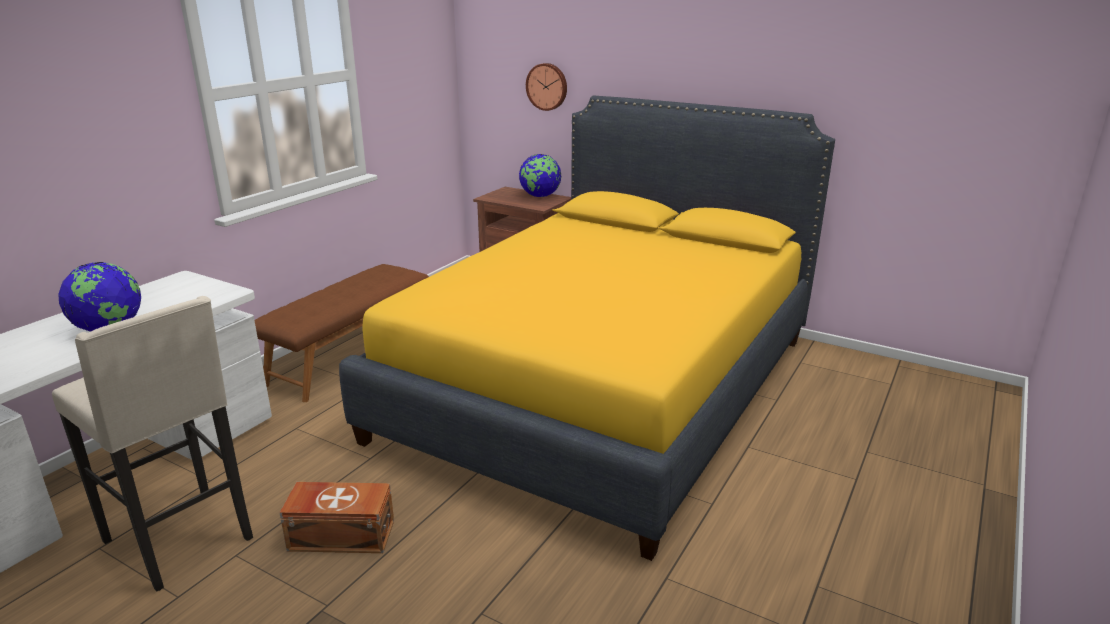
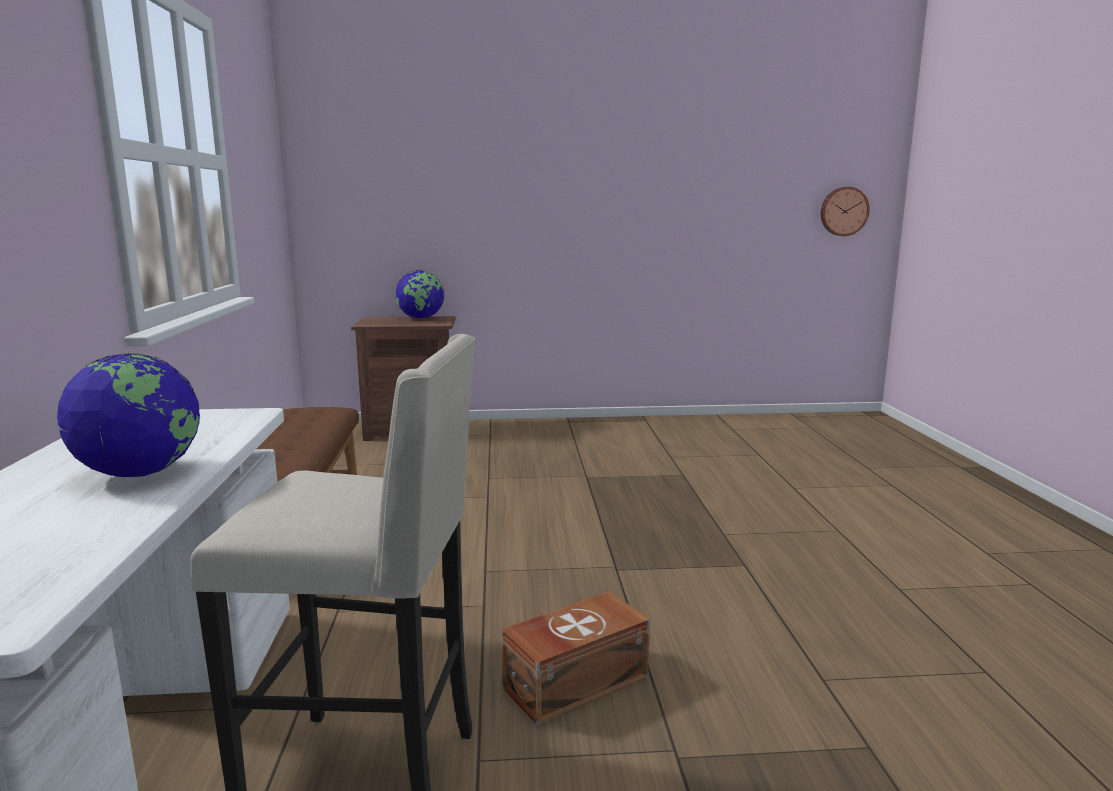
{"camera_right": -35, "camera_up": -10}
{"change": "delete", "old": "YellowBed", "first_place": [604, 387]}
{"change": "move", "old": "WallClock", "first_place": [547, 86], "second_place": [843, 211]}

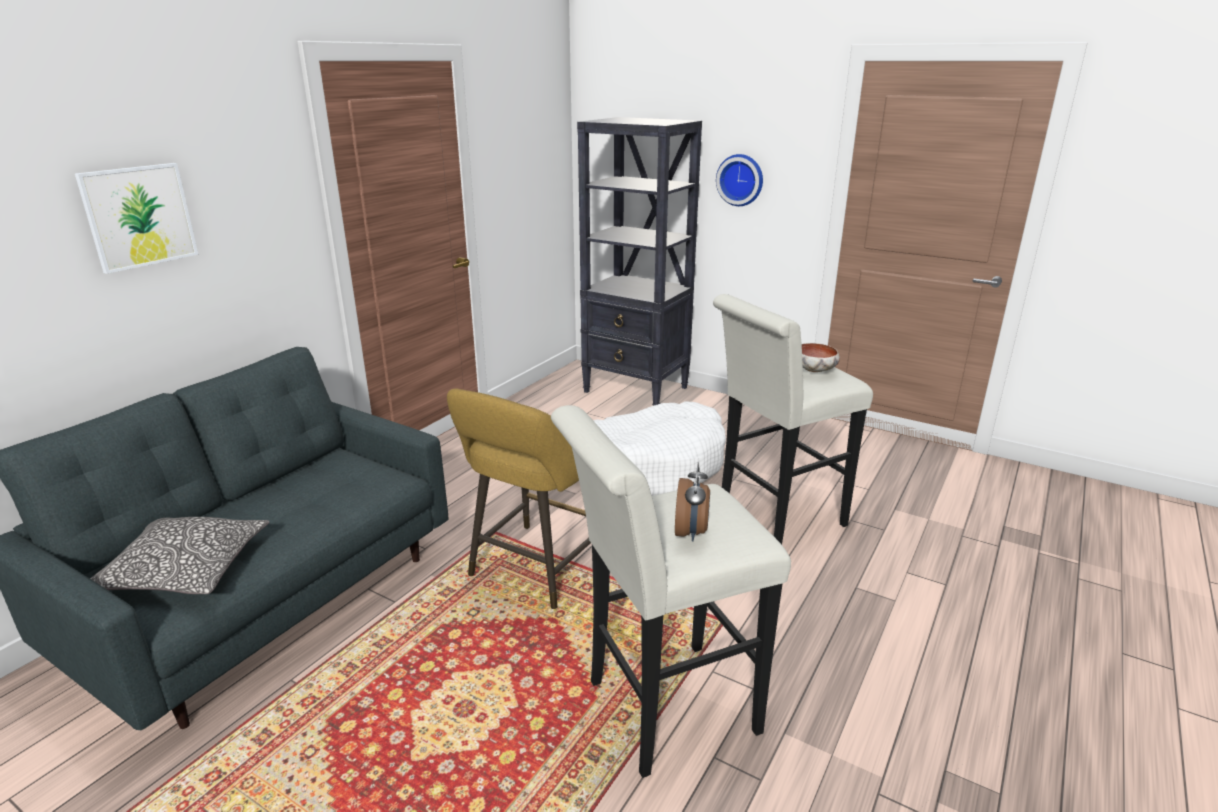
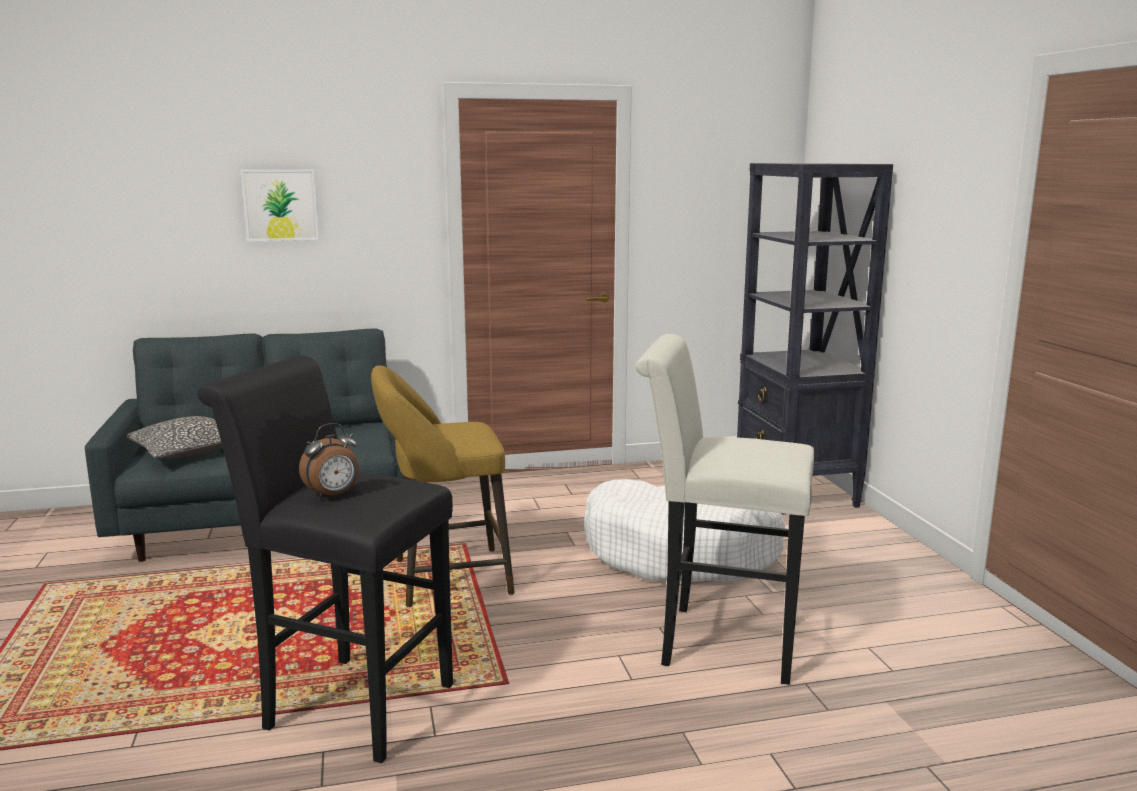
{"camera_right": 45, "camera_up": -10}
{"change": "delete", "old": "WallClock", "first_place": [740, 180]}
{"change": "delete", "old": "Bowl", "first_place": [815, 370]}
{"change": "recolor", "old": "WhiteStool", "new": "BlackStool", "first_place": [660, 710], "second_place": [348, 703]}

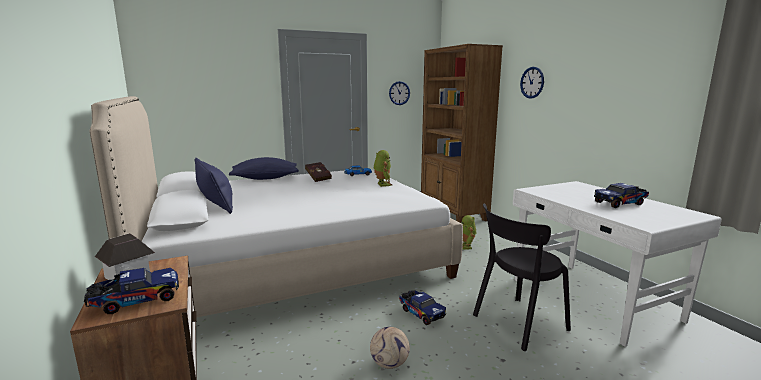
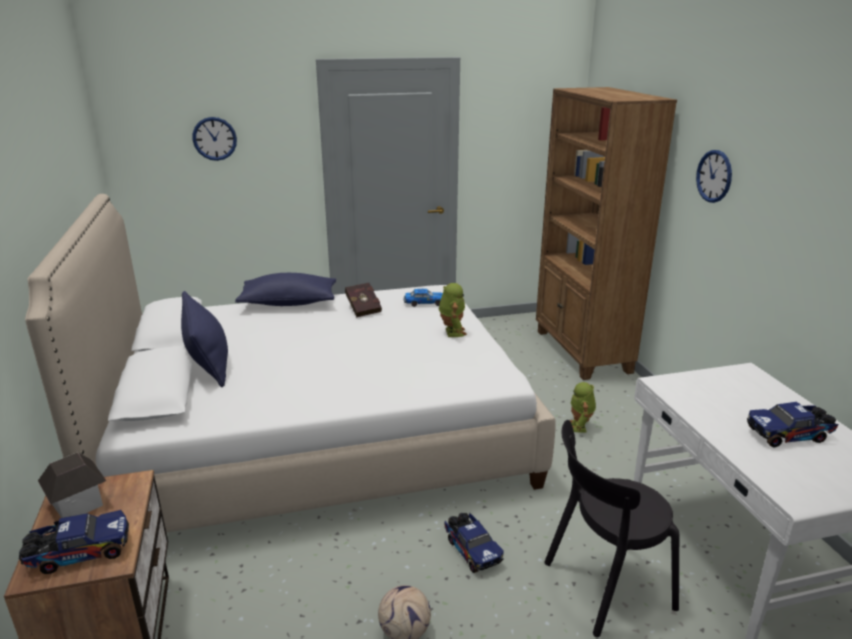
{"camera_right": 10, "camera_up": 10}
{"change": "move", "old": "WallClock", "first_place": [399, 93], "second_place": [214, 138]}

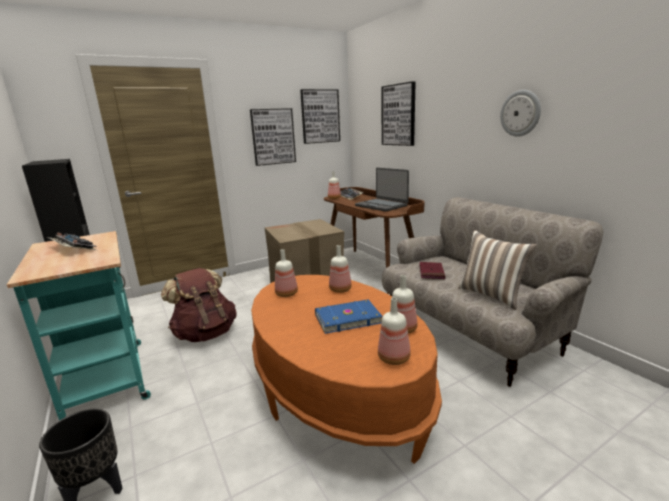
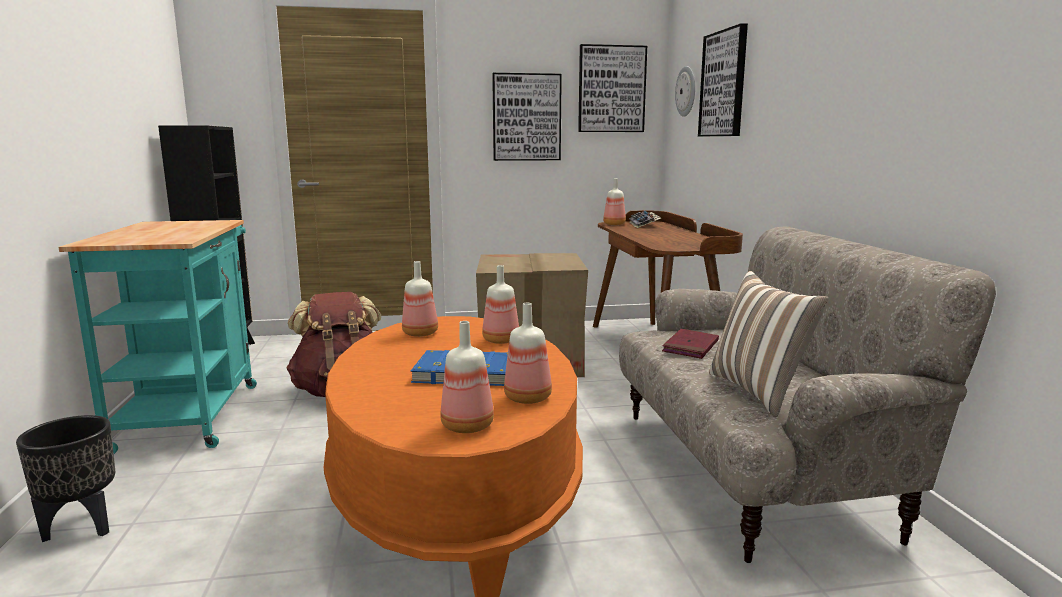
{"camera_right": 20, "camera_up": -5}
{"change": "delete", "old": "Keyboard", "first_place": [72, 248]}
{"change": "delete", "old": "Laptop", "first_place": [381, 205]}
{"change": "move", "old": "WallClock", "first_place": [520, 113], "second_place": [686, 91]}

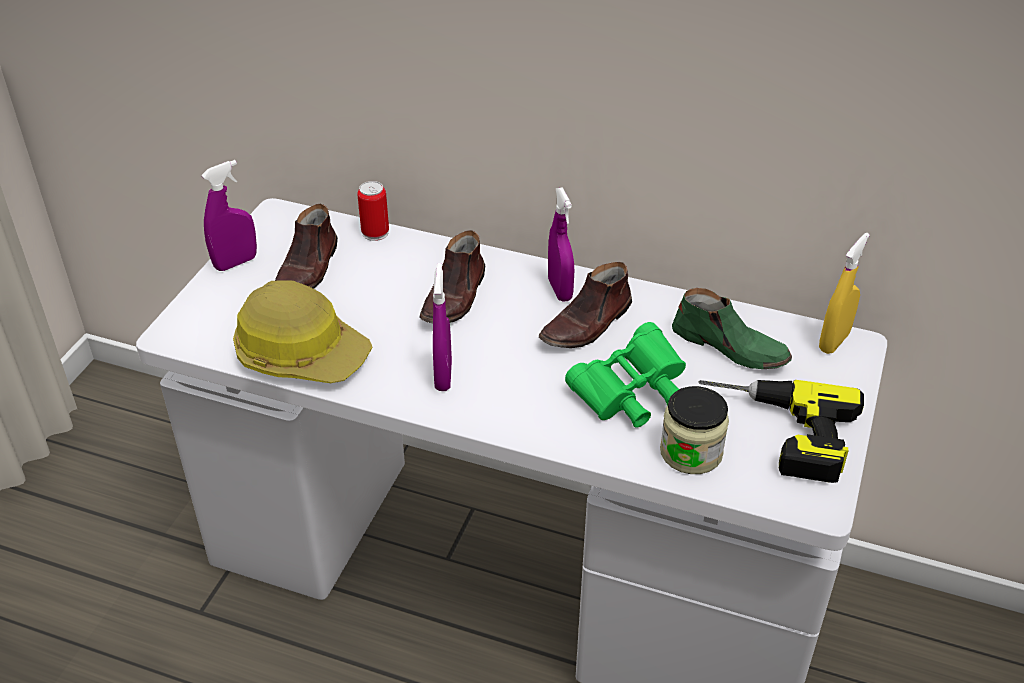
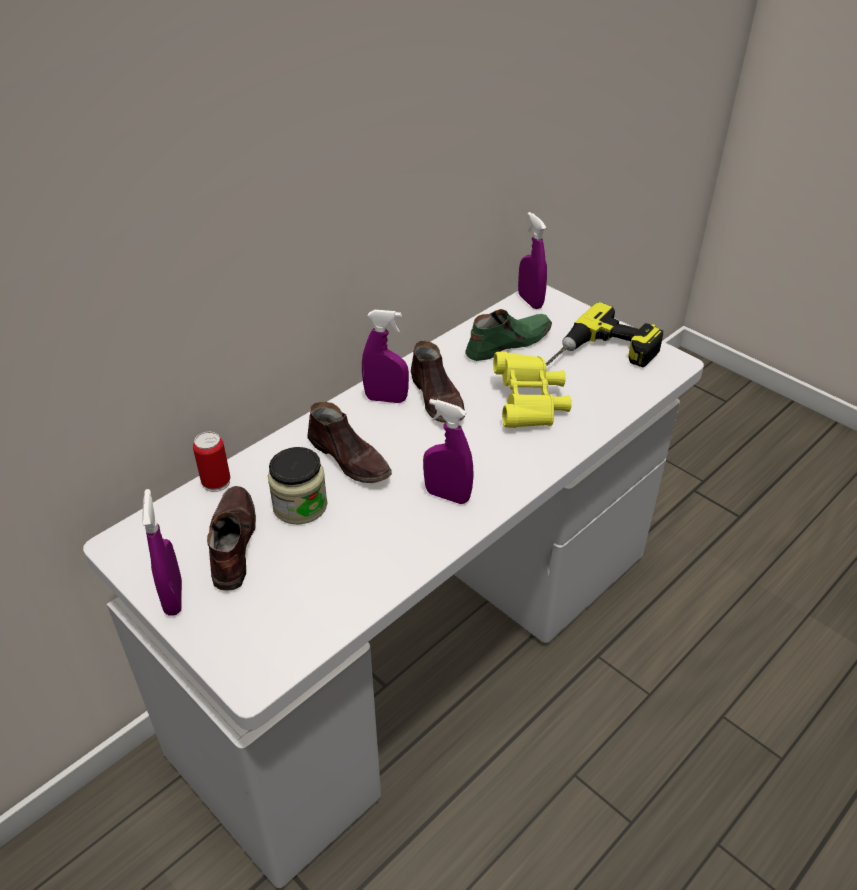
{"camera_right": -65, "camera_up": 0}
{"change": "delete", "old": "HardHat", "first_place": [301, 353]}
{"change": "move", "old": "Jar", "first_place": [691, 452], "second_place": [300, 505]}
{"change": "recolor", "old": "GreenBinoculars", "new": "YellowBinoculars", "first_place": [630, 395], "second_place": [529, 404]}
{"change": "recolor", "old": "YellowSprayBottle", "new": "PurpleSprayBottle", "first_place": [834, 341], "second_place": [530, 301]}
{"change": "rotate", "old": "BrownShoe", "first_place": [308, 269], "second_place": [232, 543], "degrees": -135}

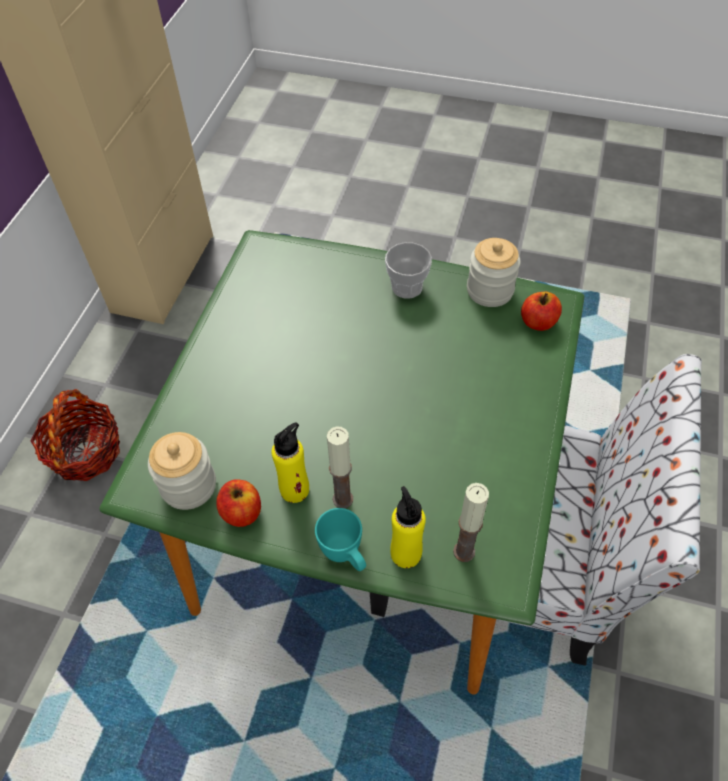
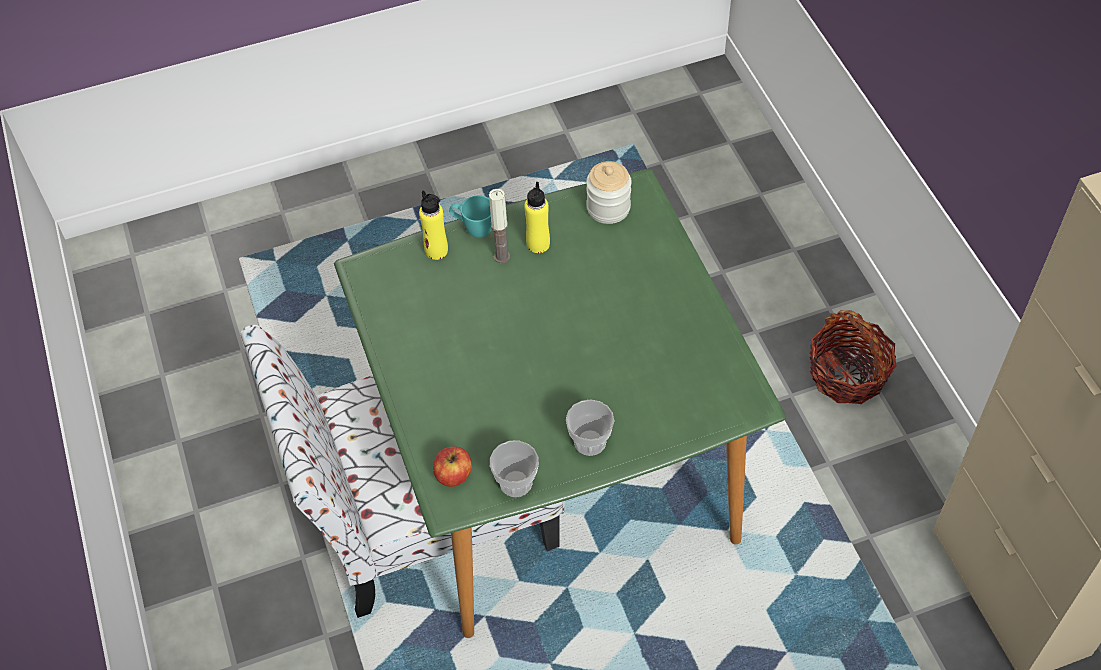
{"camera_right": 145, "camera_up": 0}
{"change": "delete", "old": "Apple", "first_place": [241, 512]}
{"change": "delete", "old": "Candle", "first_place": [464, 551]}
{"change": "replace", "old": "Jar", "new": "Cup", "first_place": [490, 290], "second_place": [516, 482]}

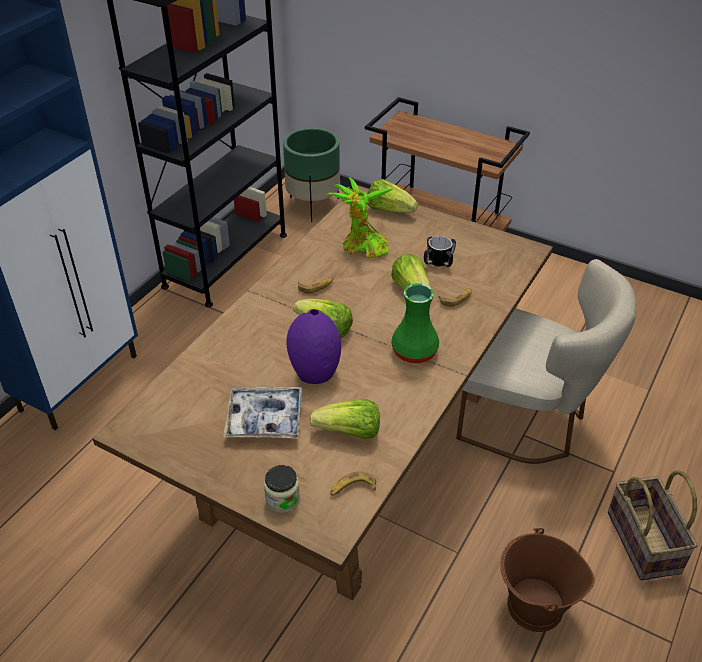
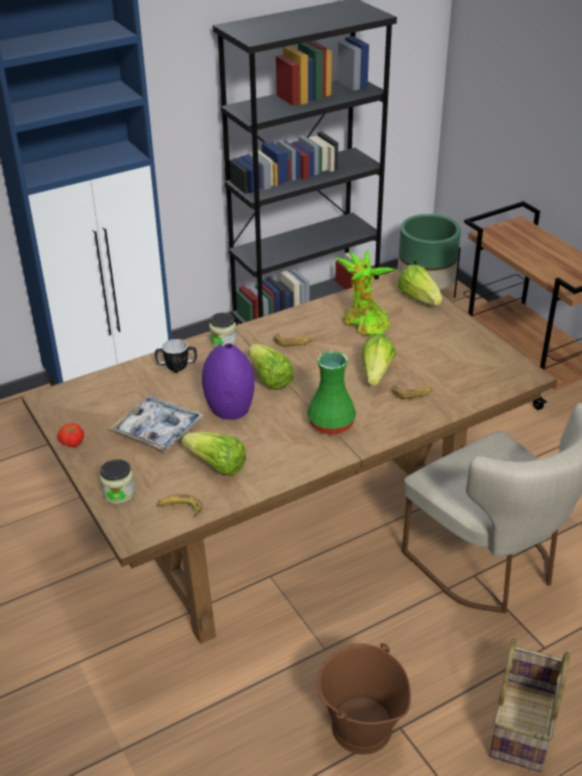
{"camera_right": 30, "camera_up": -5}
{"change": "insert", "new": "Tomato", "second_place": [72, 442]}
{"change": "insert", "new": "Jar", "second_place": [223, 342]}
{"change": "move", "old": "Mug", "first_place": [438, 261], "second_place": [177, 366]}

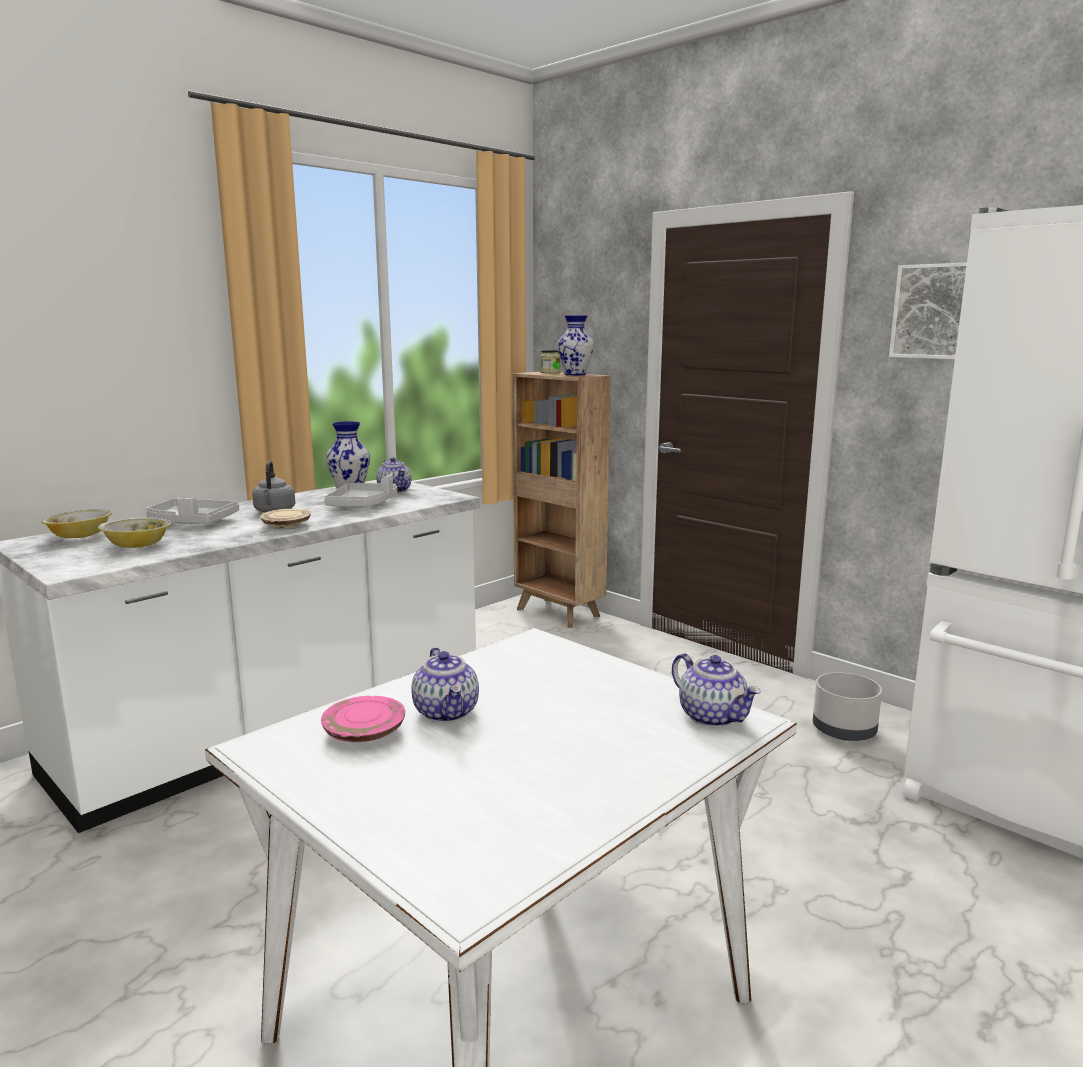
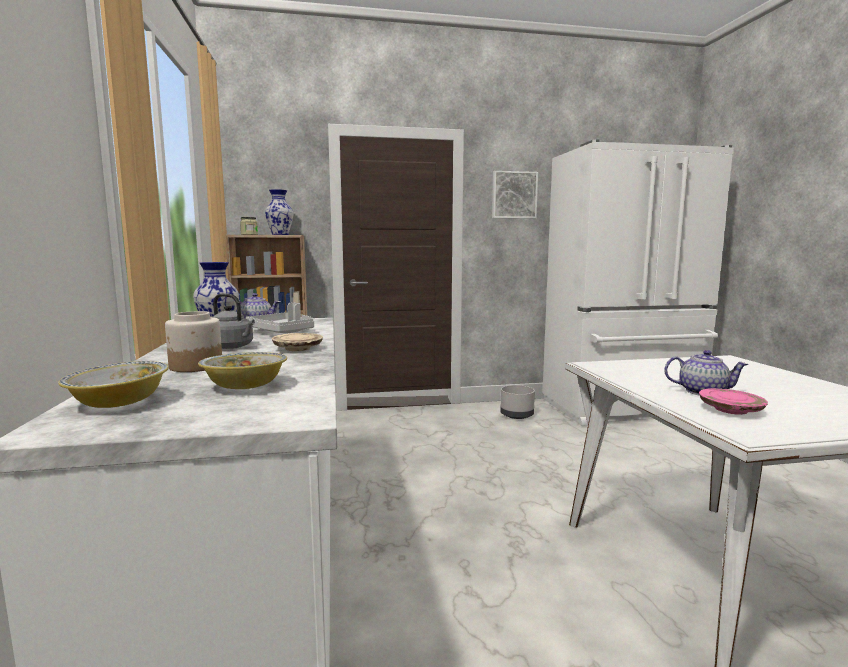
{"camera_right": -55, "camera_up": -5}
{"change": "delete", "old": "Teapot", "first_place": [713, 716]}
{"change": "replace", "old": "GreyTray", "new": "Jar", "first_place": [192, 522], "second_place": [196, 366]}

